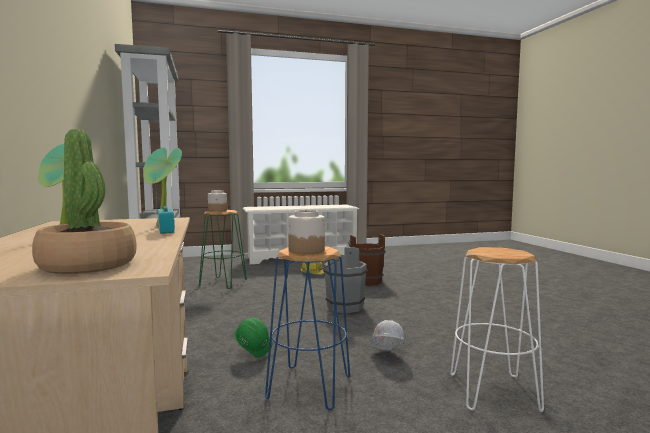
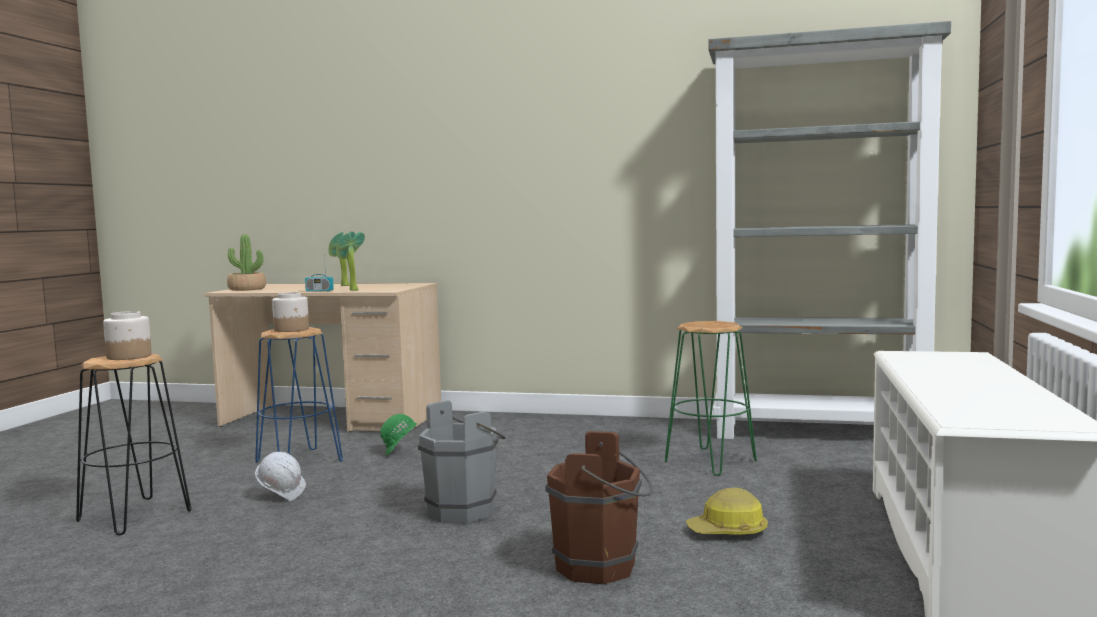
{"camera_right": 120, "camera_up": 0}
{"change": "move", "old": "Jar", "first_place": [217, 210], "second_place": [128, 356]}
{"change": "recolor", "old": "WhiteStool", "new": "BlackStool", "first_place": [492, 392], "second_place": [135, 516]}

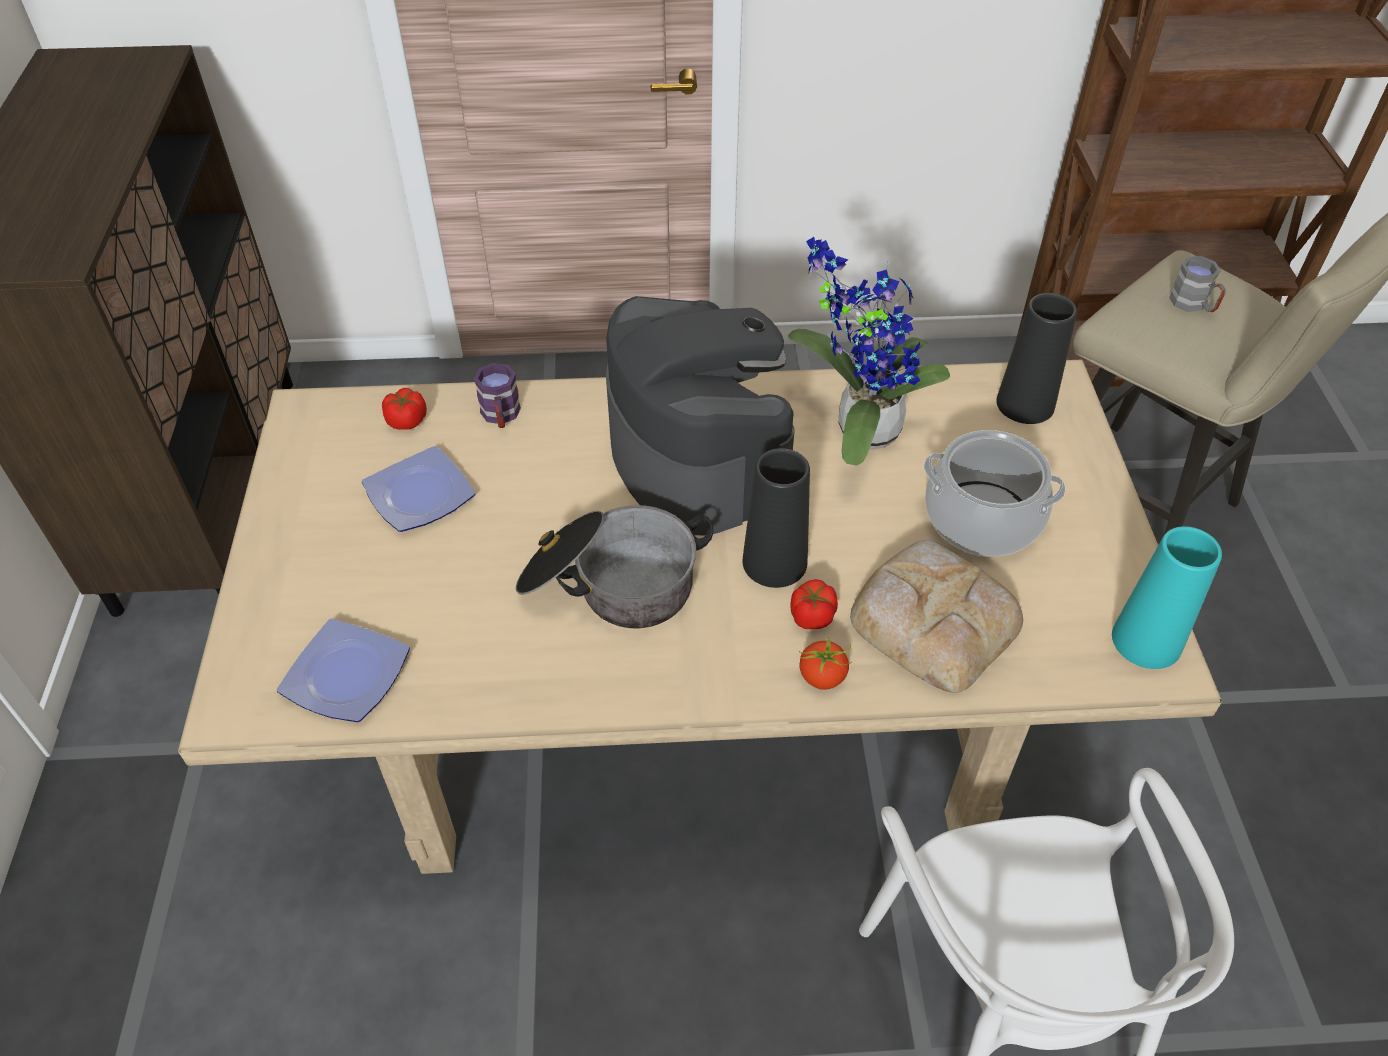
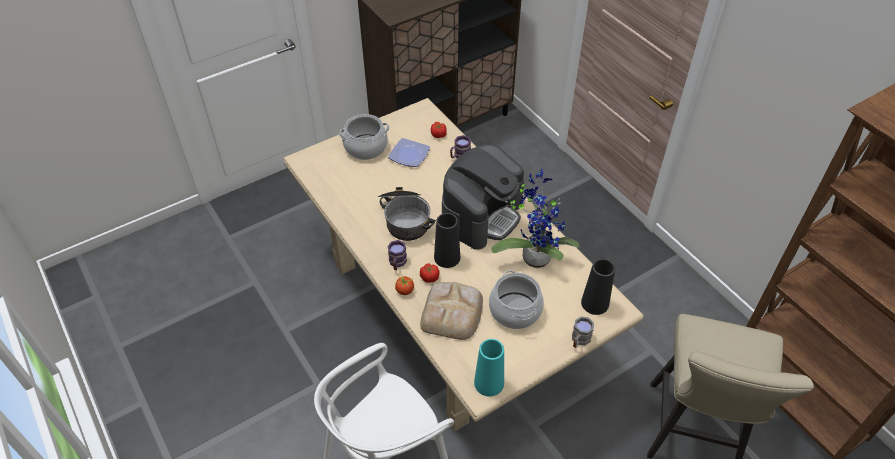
{"camera_right": 60, "camera_up": 0}
{"change": "delete", "old": "Plate", "first_place": [346, 673]}
{"change": "insert", "new": "CookingPot", "second_place": [365, 147]}
{"change": "insert", "new": "PurpleMug", "second_place": [397, 263]}
{"change": "move", "old": "GreyMug", "first_place": [1194, 305], "second_place": [579, 340]}

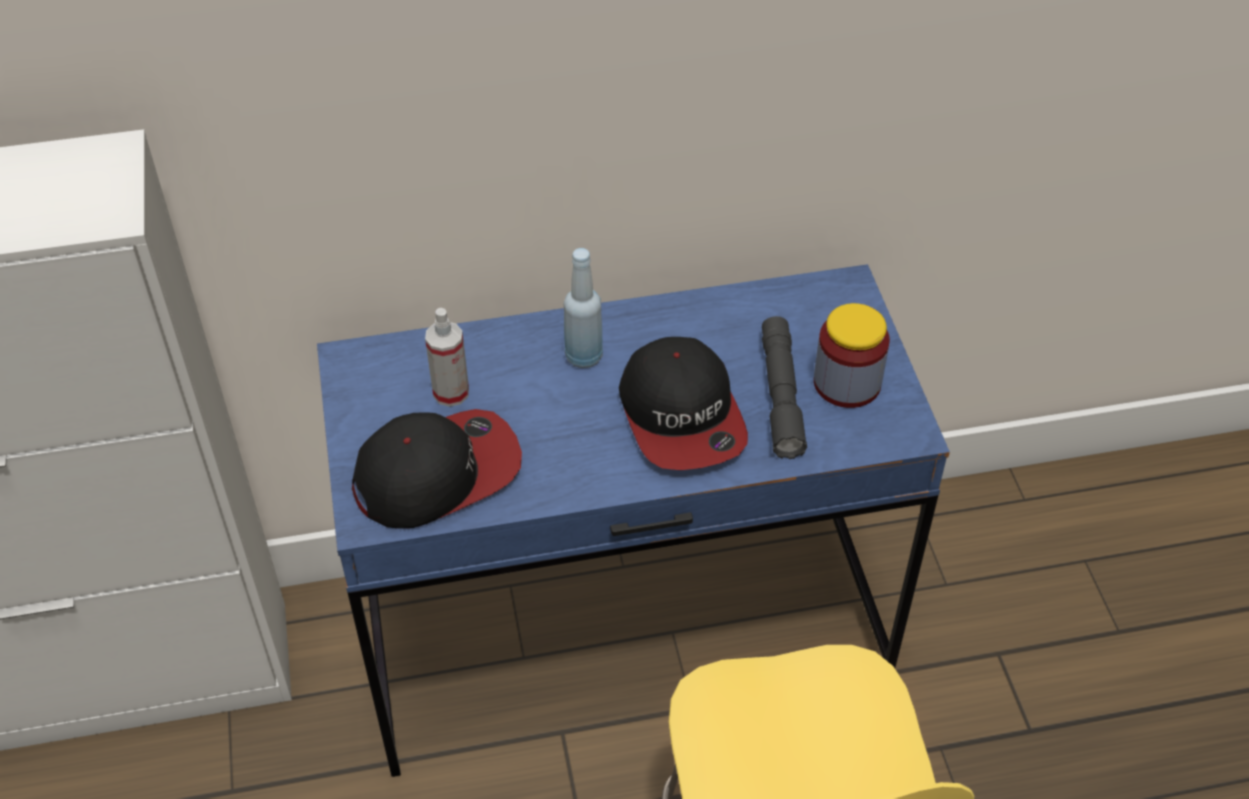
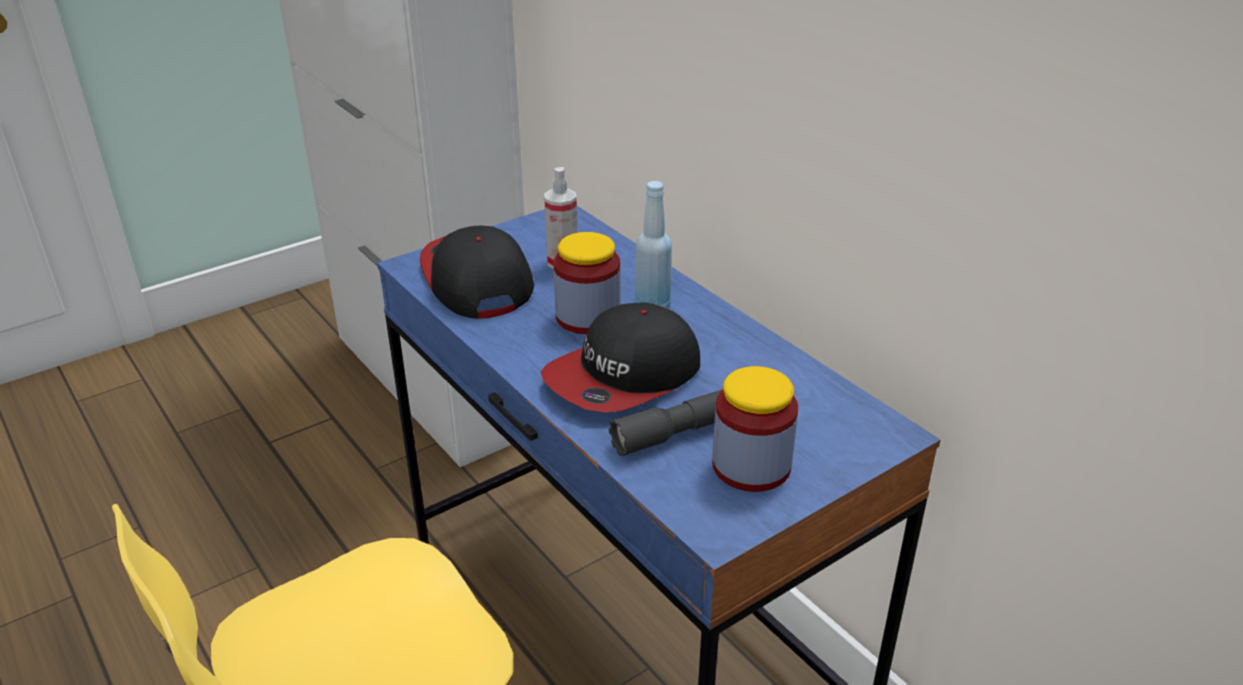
{"camera_right": 65, "camera_up": -15}
{"change": "insert", "new": "Jar", "second_place": [587, 317]}
{"change": "rotate", "old": "Cap", "first_place": [438, 473], "second_place": [476, 279], "degrees": -150}

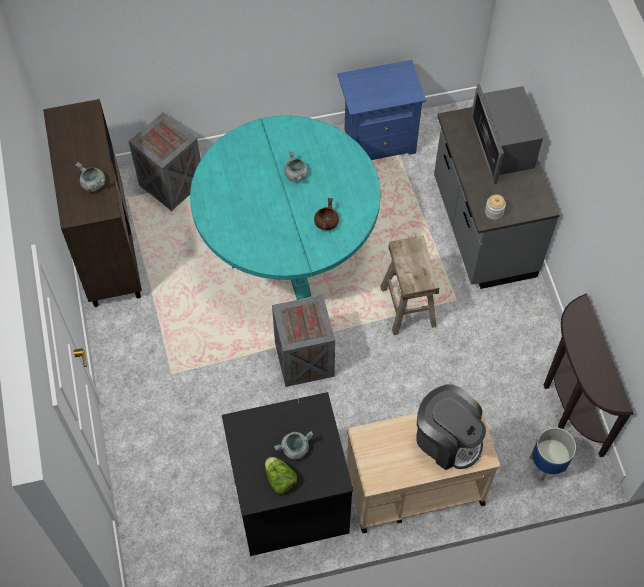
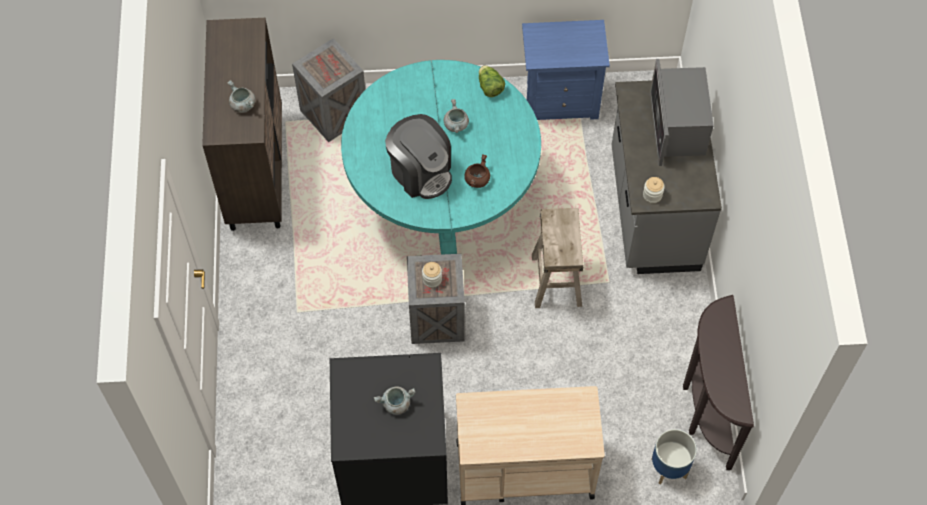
{"camera_right": 10, "camera_up": 0}
{"change": "insert", "new": "Jar", "second_place": [432, 279]}
{"change": "move", "old": "Lettuce", "first_place": [280, 479], "second_place": [490, 87]}
{"change": "move", "old": "CoffeeMachine", "first_place": [447, 439], "second_place": [420, 172]}

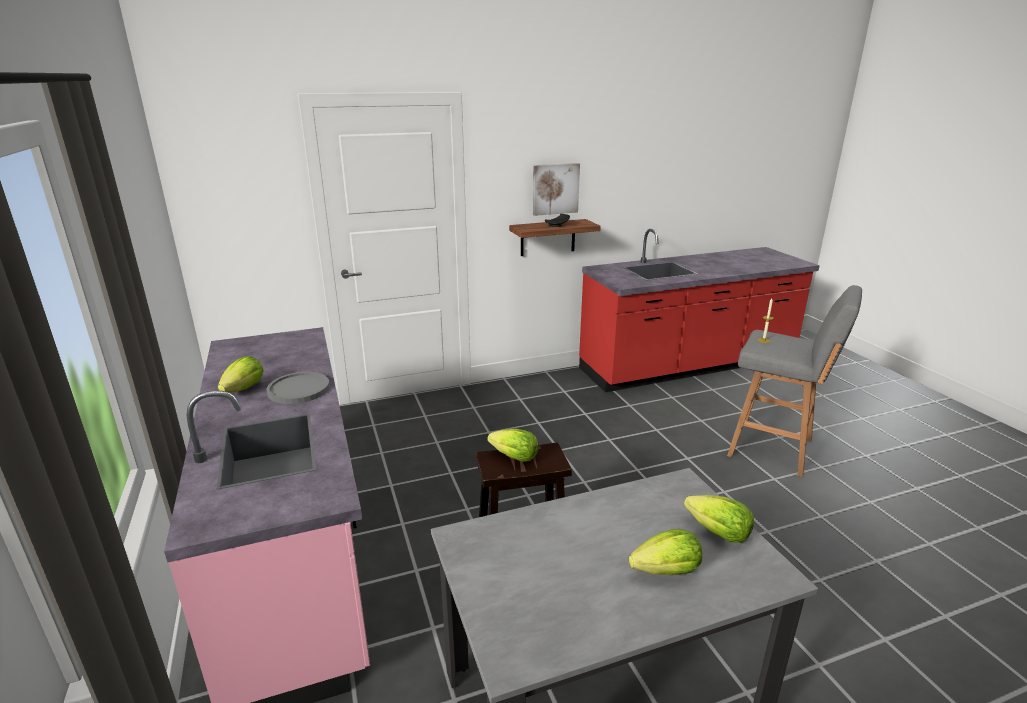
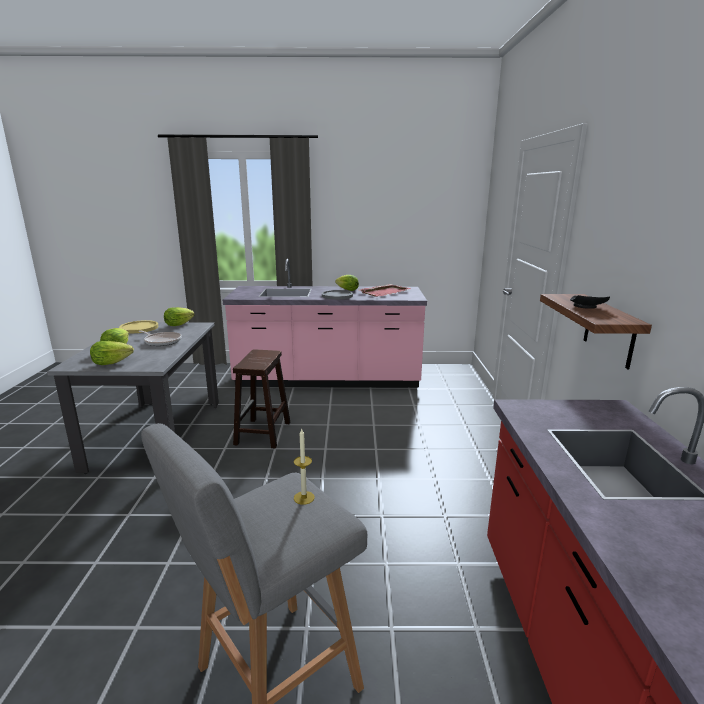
{"camera_right": 110, "camera_up": -5}
{"change": "delete", "old": "Picture", "first_place": [555, 189]}
{"change": "insert", "new": "YellowPlate", "second_place": [139, 328]}
{"change": "insert", "new": "FryingPan", "second_place": [162, 341]}
{"change": "insert", "new": "RedTray", "second_place": [385, 292]}
{"change": "move", "old": "Lettuce", "first_place": [515, 457], "second_place": [178, 325]}

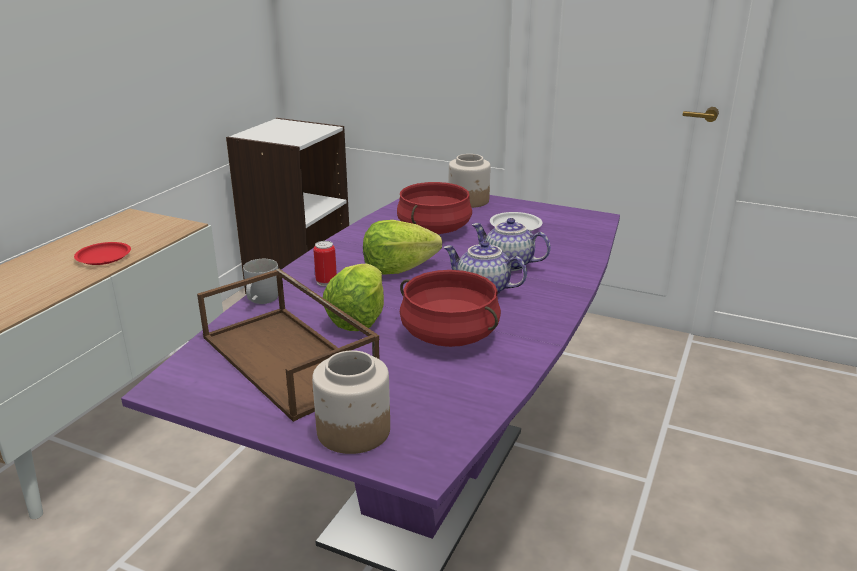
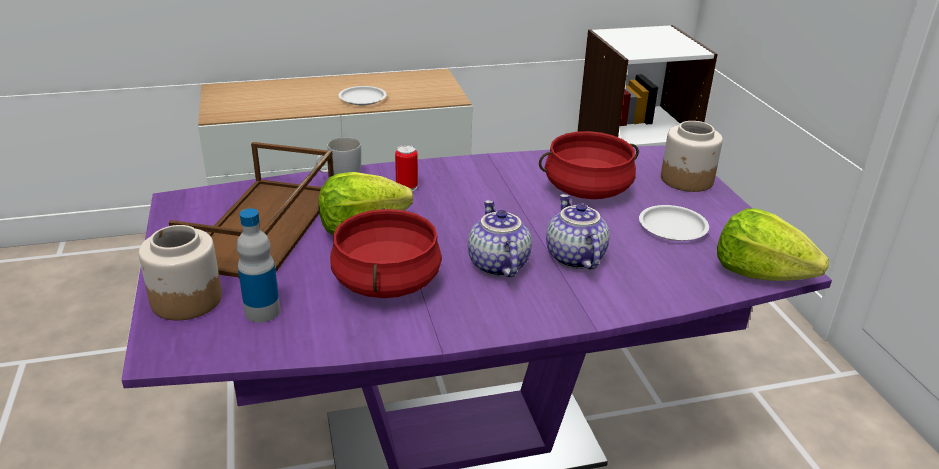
{"camera_right": 50, "camera_up": 5}
{"change": "insert", "new": "Bottle", "second_place": [262, 311]}
{"change": "move", "old": "Lettuce", "first_place": [398, 269], "second_place": [759, 273]}
{"change": "recolor", "old": "RedPlate", "new": "WhitePlate", "first_place": [103, 257], "second_place": [363, 99]}

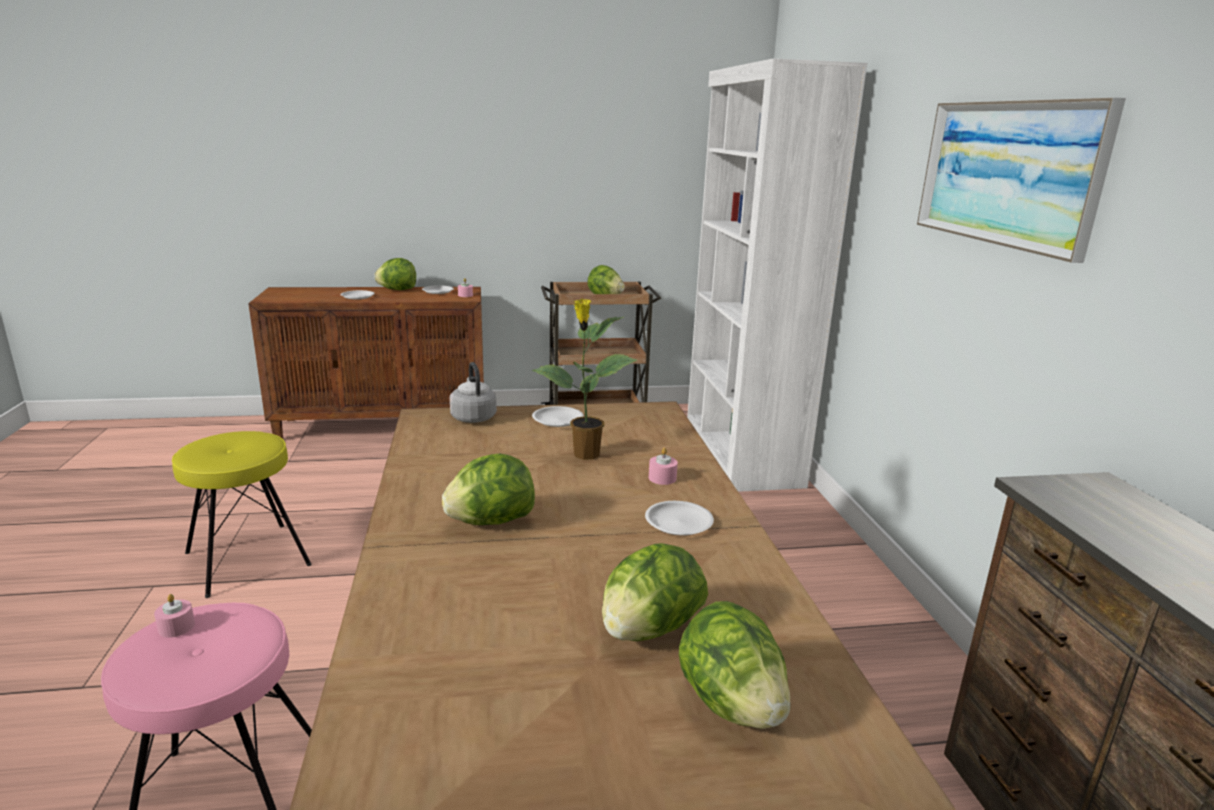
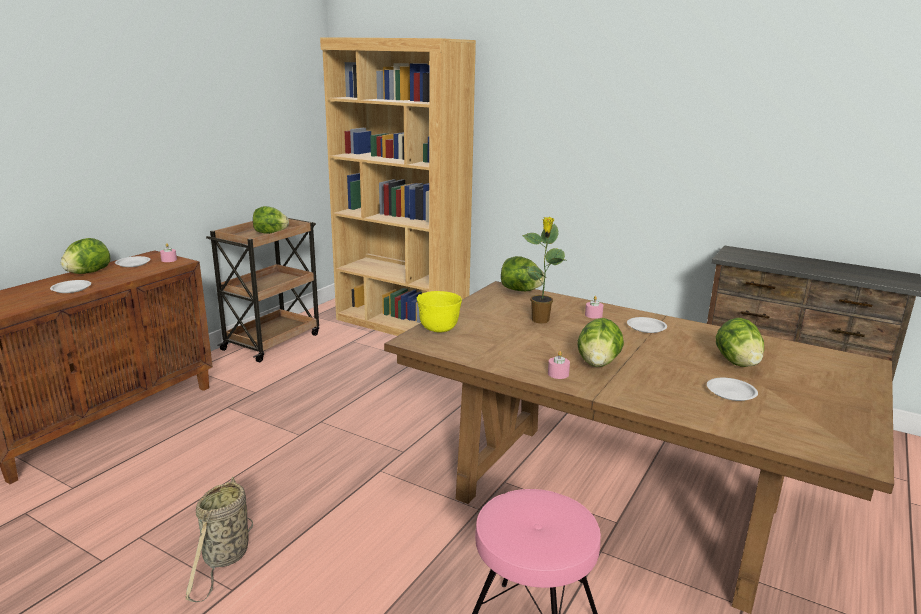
{"camera_right": -50, "camera_up": 0}
{"change": "delete", "old": "Picture", "first_place": [1007, 173]}
{"change": "move", "old": "PinkCandle", "first_place": [176, 627], "second_place": [558, 374]}
{"change": "move", "old": "WhitePlate", "first_place": [557, 420], "second_place": [730, 392]}
{"change": "move", "old": "Lettuce", "first_place": [731, 704], "second_place": [520, 290]}
{"change": "replace", "old": "YellowStool", "new": "Basket", "first_place": [247, 559], "second_place": [225, 558]}
{"change": "replace", "old": "GreyKettle", "new": "YellowBowl", "first_place": [473, 417], "second_place": [438, 329]}
{"change": "recolor", "old": "WhiteBookcase", "new": "BrownBookcase", "first_place": [740, 452], "second_place": [401, 324]}

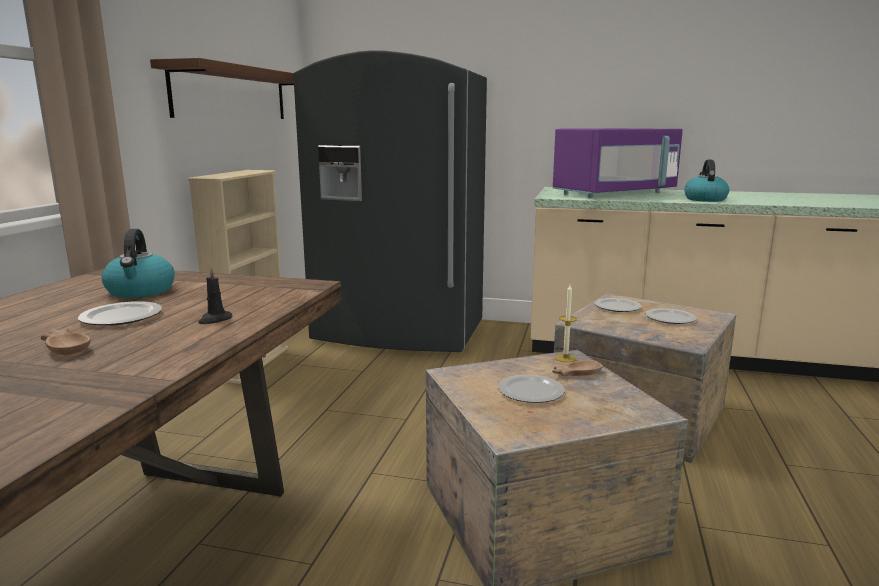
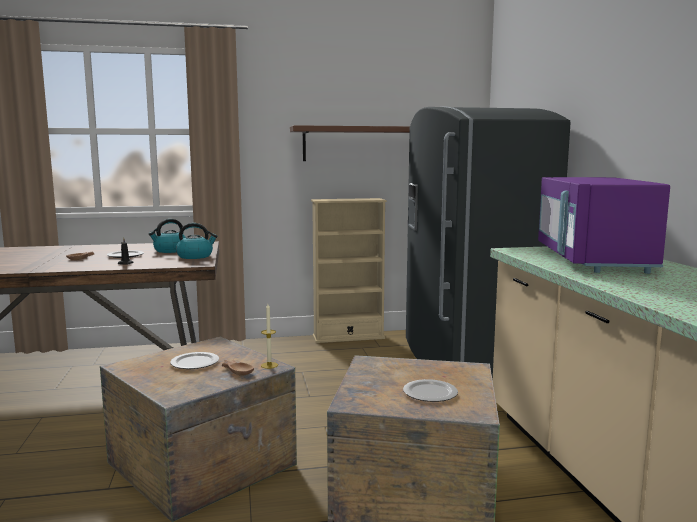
{"camera_right": 65, "camera_up": -5}
{"change": "delete", "old": "Plate", "first_place": [617, 307]}
{"change": "move", "old": "Kettle", "first_place": [704, 199], "second_place": [195, 256]}
{"change": "rotate", "old": "PurpleMicrowave", "first_place": [614, 194], "second_place": [592, 260], "degrees": 60}

